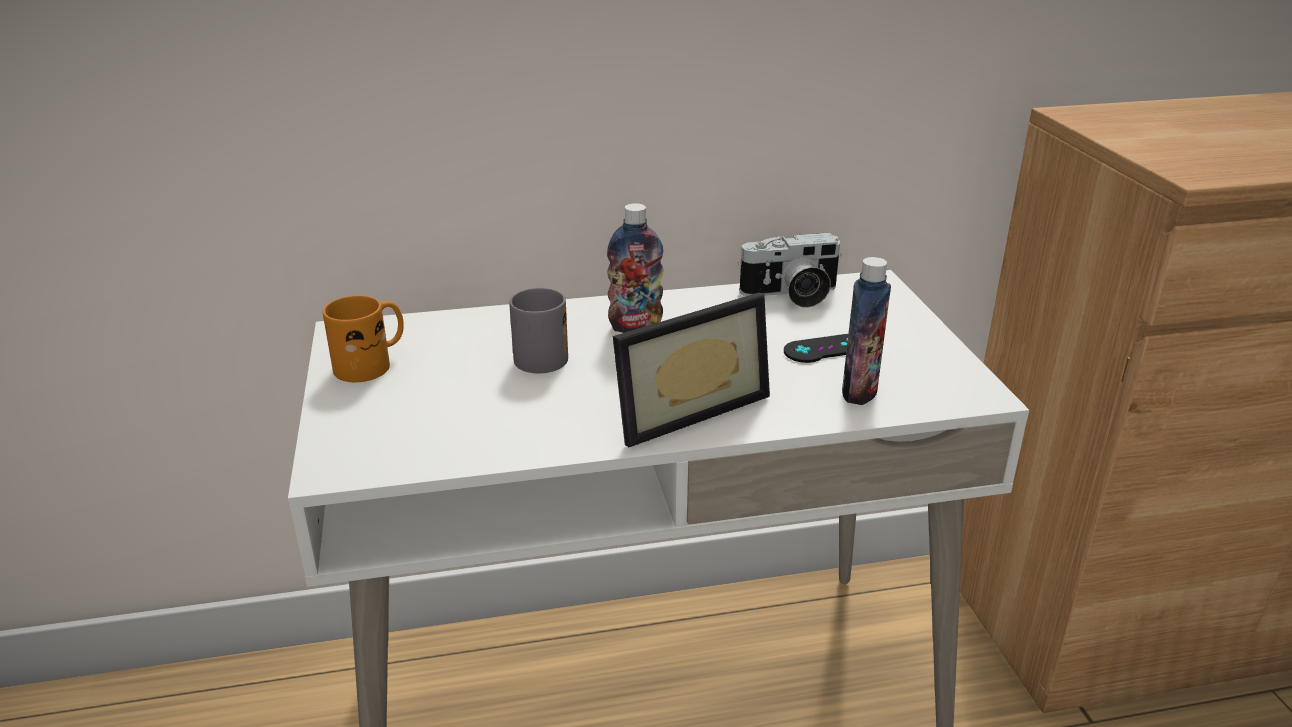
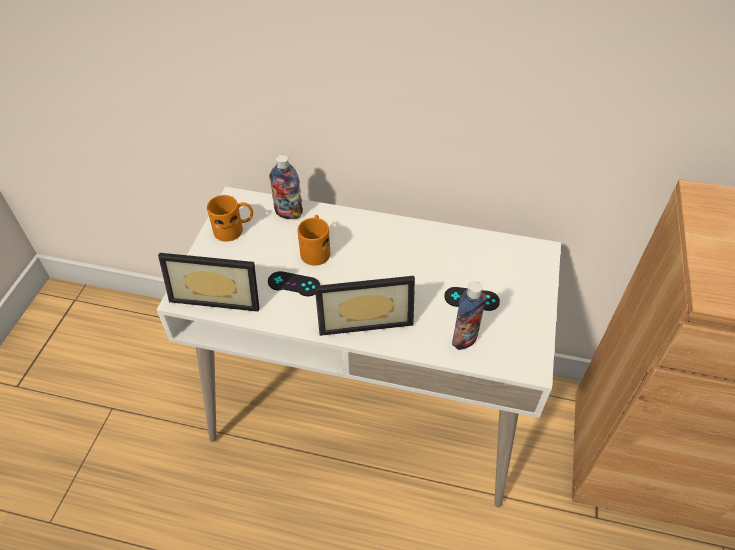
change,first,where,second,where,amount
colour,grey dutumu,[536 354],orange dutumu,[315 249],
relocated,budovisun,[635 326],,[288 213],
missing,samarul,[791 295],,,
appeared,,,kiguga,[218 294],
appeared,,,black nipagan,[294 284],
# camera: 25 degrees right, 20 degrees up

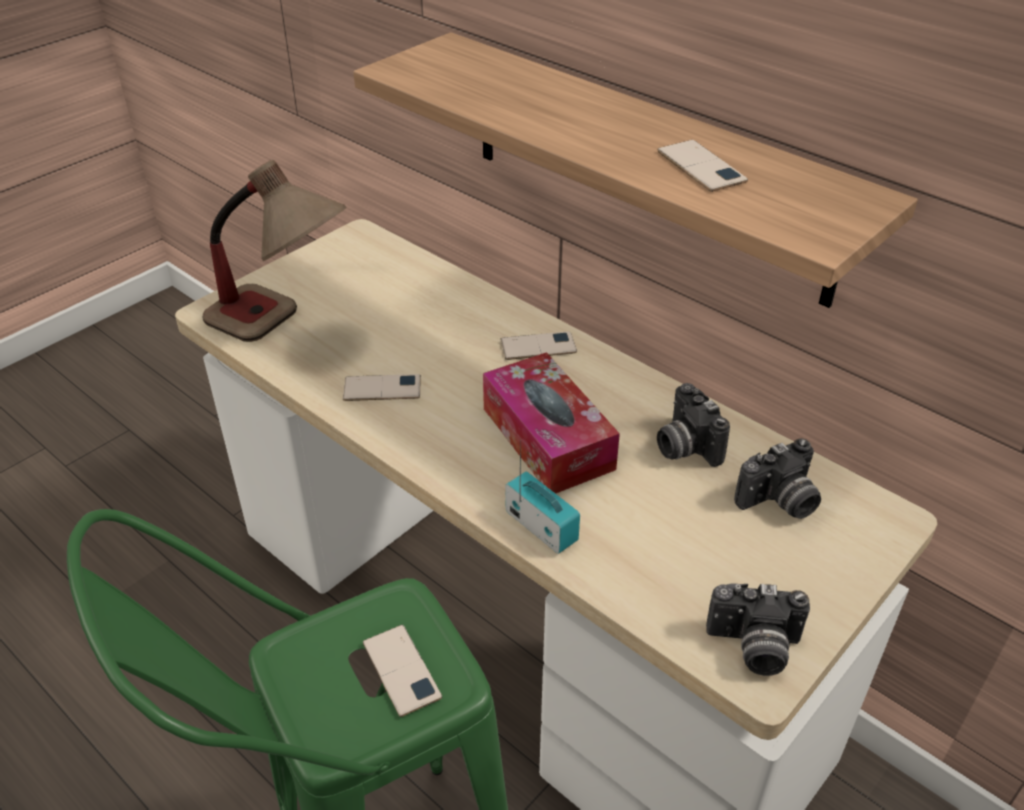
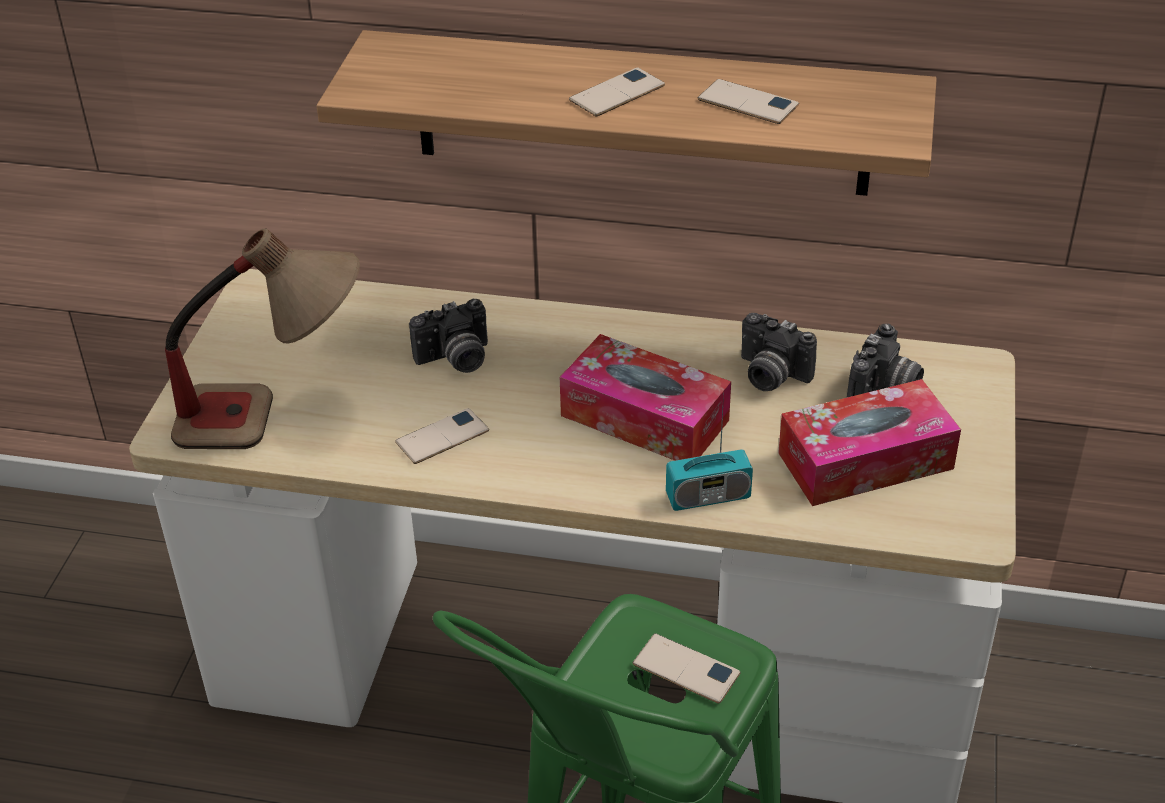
change,first,where,second,where,amount
relocated,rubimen,[538 346],,[617 93],
spun,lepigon,[541 526],,[708 496],150 degrees clockwise
relocated,samarul,[753 648],,[456 360],
appeared,,,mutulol,[865 461],
# camera: 30 degrees left, 0 degrees up

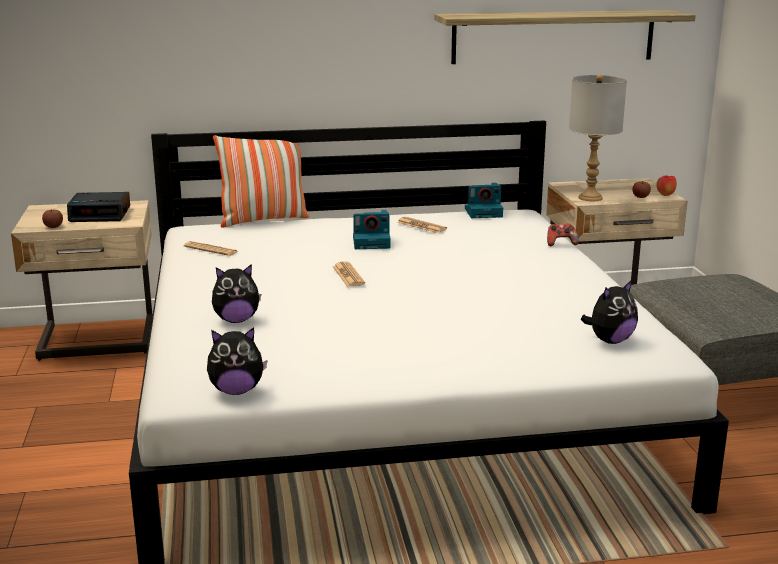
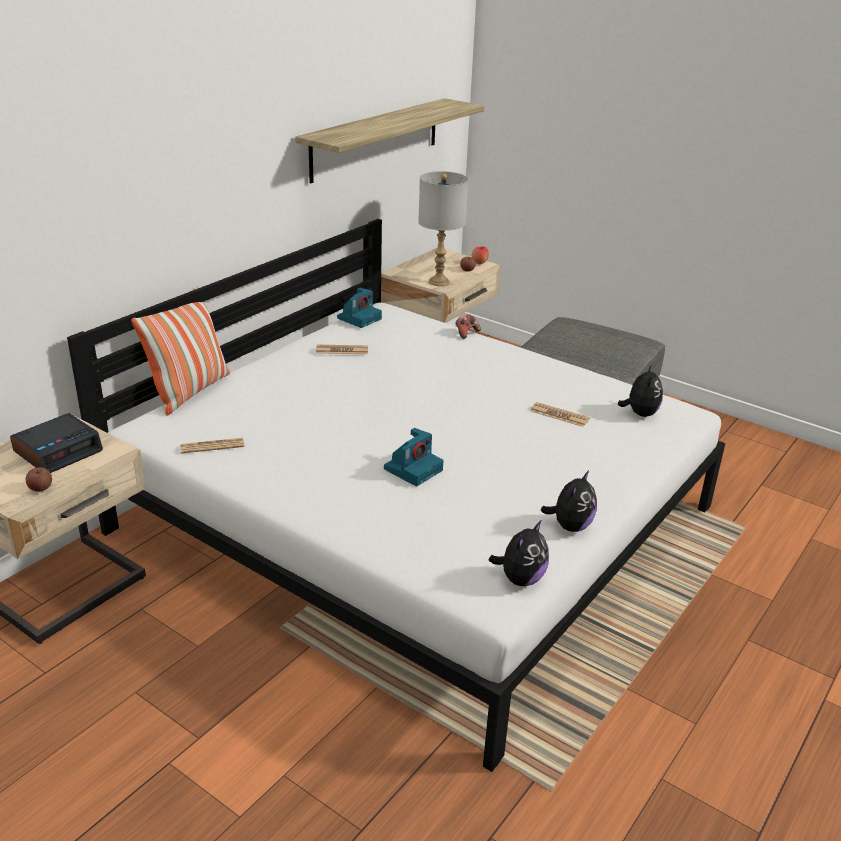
change,first,where,second,where,amount
relocated,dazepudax,[236 320],,[570 526],
relocated,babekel,[348 275],,[559 415],
relocated,samarul,[372 242],,[413 469],
# camera: 45 degrees left, 10 degrees up

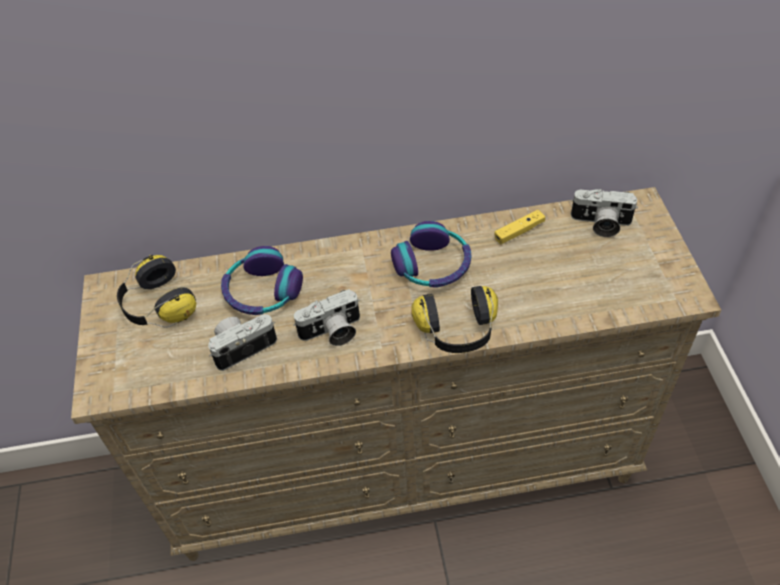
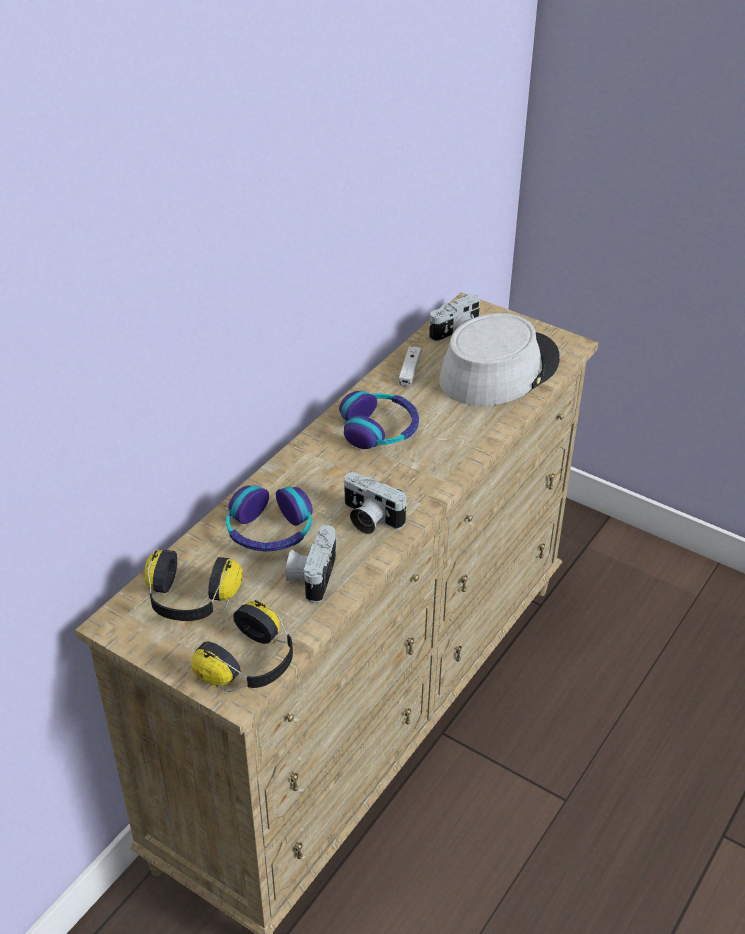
change,first,where,second,where,amount
spun,samarul,[332 332],,[369 519],105 degrees clockwise
relocated,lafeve,[458 331],,[251 664],
colour,yellow nipagan,[519 231],white nipagan,[409 371],
appeared,,,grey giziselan,[498 370],
# camera: 50 degrees left, 10 degrees down

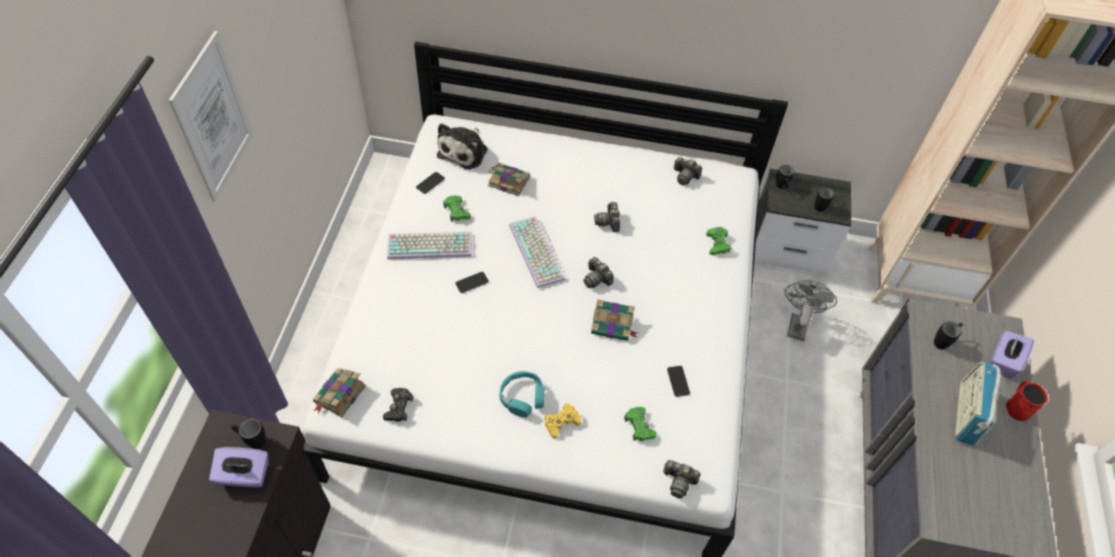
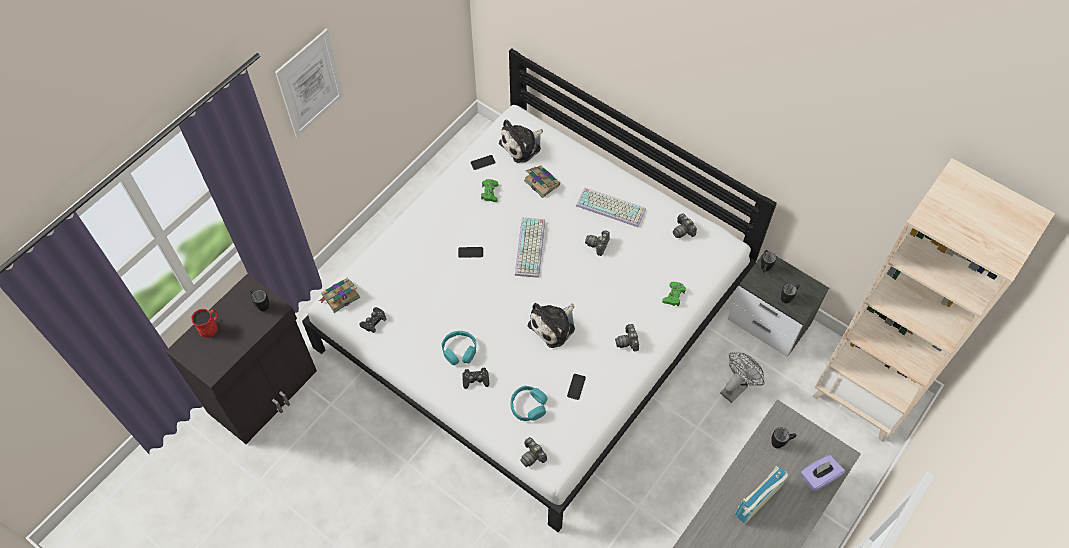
change,first,where,second,where,amount
missing,purple mutulol,[244 475],,,
relocated,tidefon,[431 245],,[612 207],
colour,yellow nipagan,[561 422],black nipagan,[475 379],
relocated,samarul,[596 279],,[628 341],
exchanged,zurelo,[613 325],dazepudax,[554 326],
exchanged,green nipagan,[639 426],turquoise lafeve,[528 406],
relocated,red dutumu,[1017 406],,[210 327],
# camera: 30 degrees right, 5 degrees up

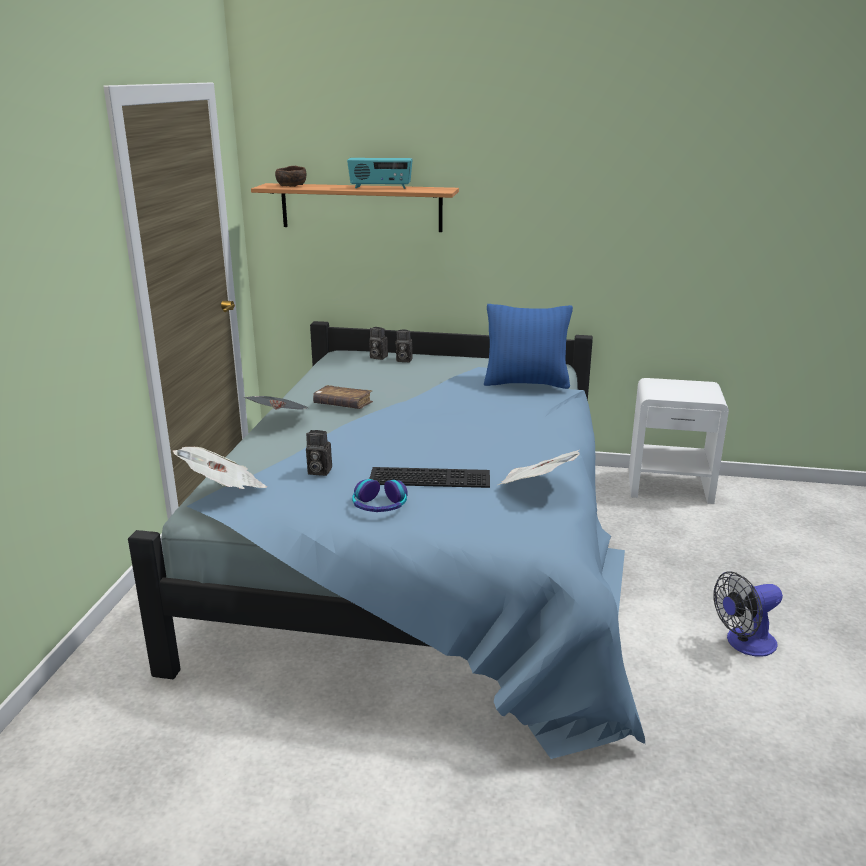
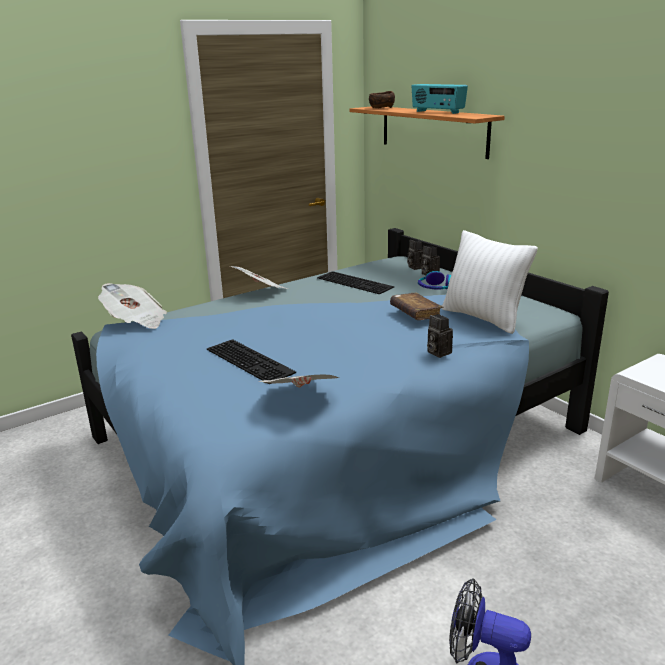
change,first,where,second,where,amount
relocated,samarul,[318 471],,[437 352],
relocated,brown zurelo,[343 405],,[415 313],
relocated,lafeve,[379 506],,[436 288],
colour,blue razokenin,[526 383],white razokenin,[483 318],
appeared,,,tidefon,[356 282],
# camera: 45 degrees right, 0 degrees up

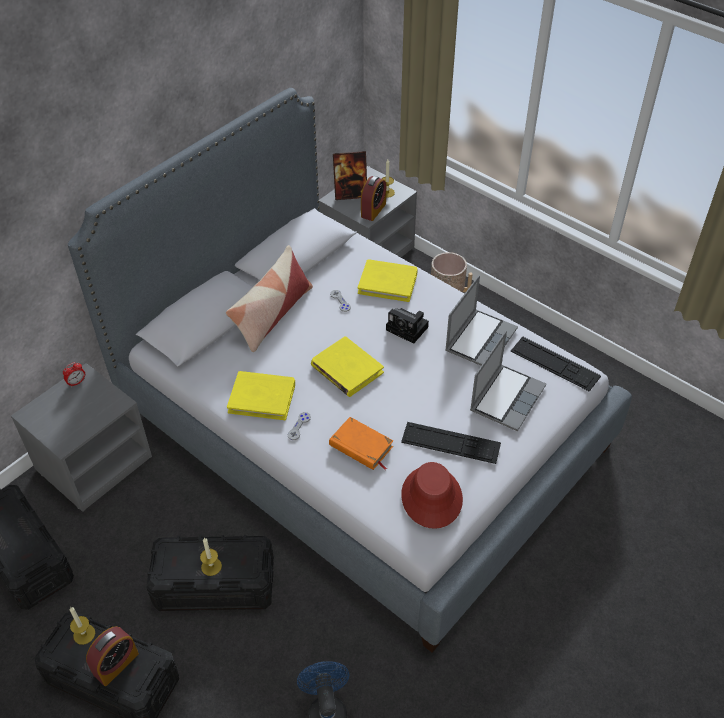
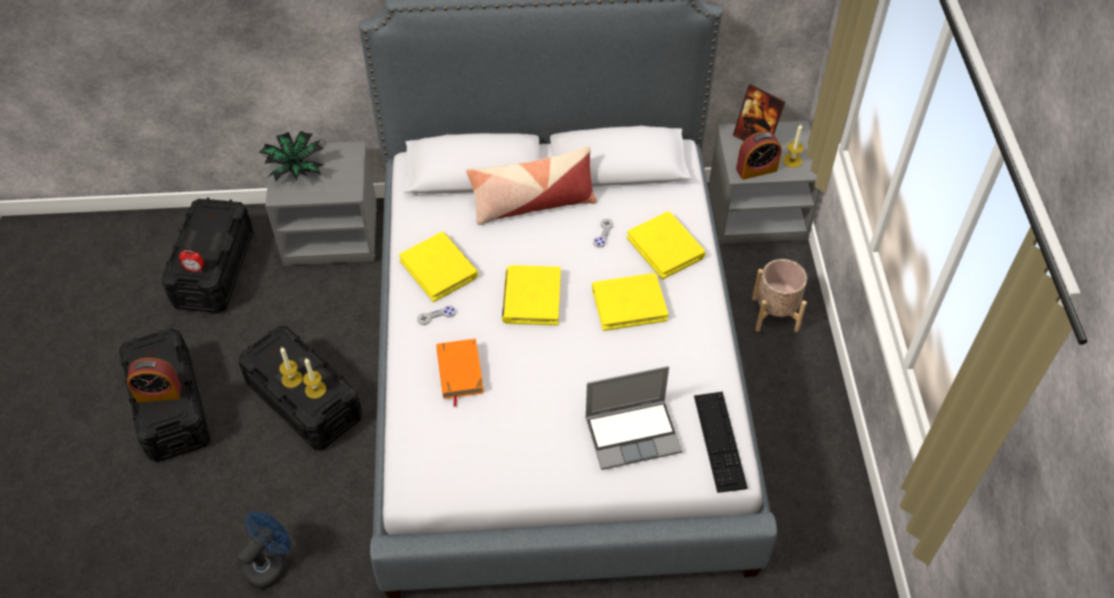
change,first,where,second,where,amount
relocated,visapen,[77 382],,[195 269],
relocated,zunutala,[84 634],,[315 389],
exchanged,samarul,[408 329],yellow zurelo,[629 303],
missing,tidefon,[450 443],,,
missing,red giziselan,[431 497],,,
missing,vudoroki,[480 339],,,
appeared,,,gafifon,[295 168],
# camera: 45 degrees right, 5 degrees up

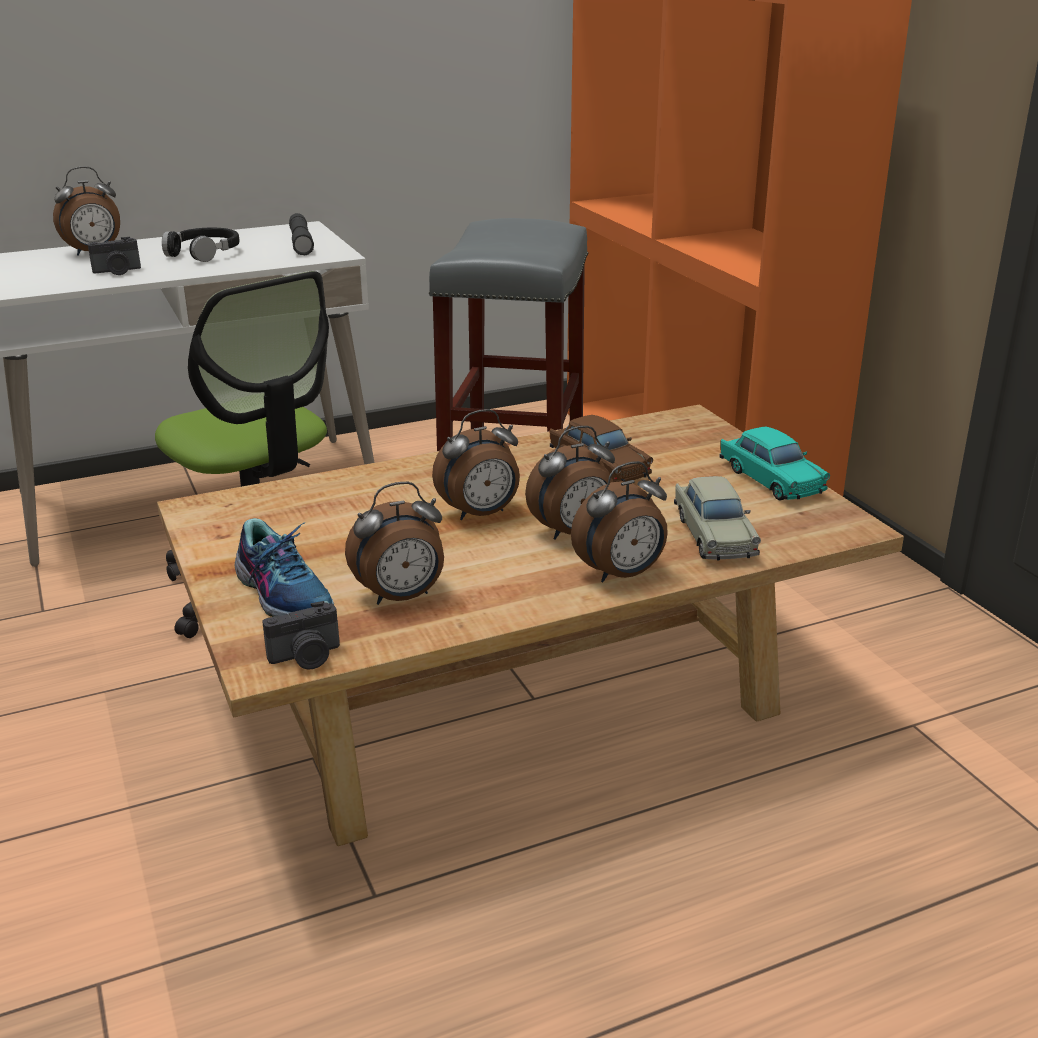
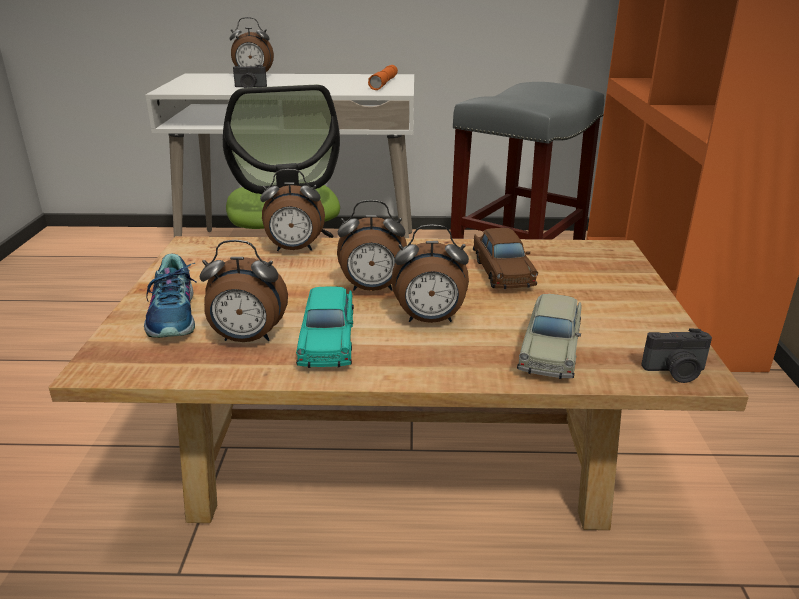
change,first,where,second,where,amount
missing,black lafeve,[204 253],,,
relocated,samarul,[306 657],,[675 372],
colour,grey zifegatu,[301 242],orange zifegatu,[384 83],
relocated,visapen,[621 574],,[294 250],
relocated,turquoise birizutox,[771 479],,[328 340],
# camera: 25 degrees right, 0 degrees up

